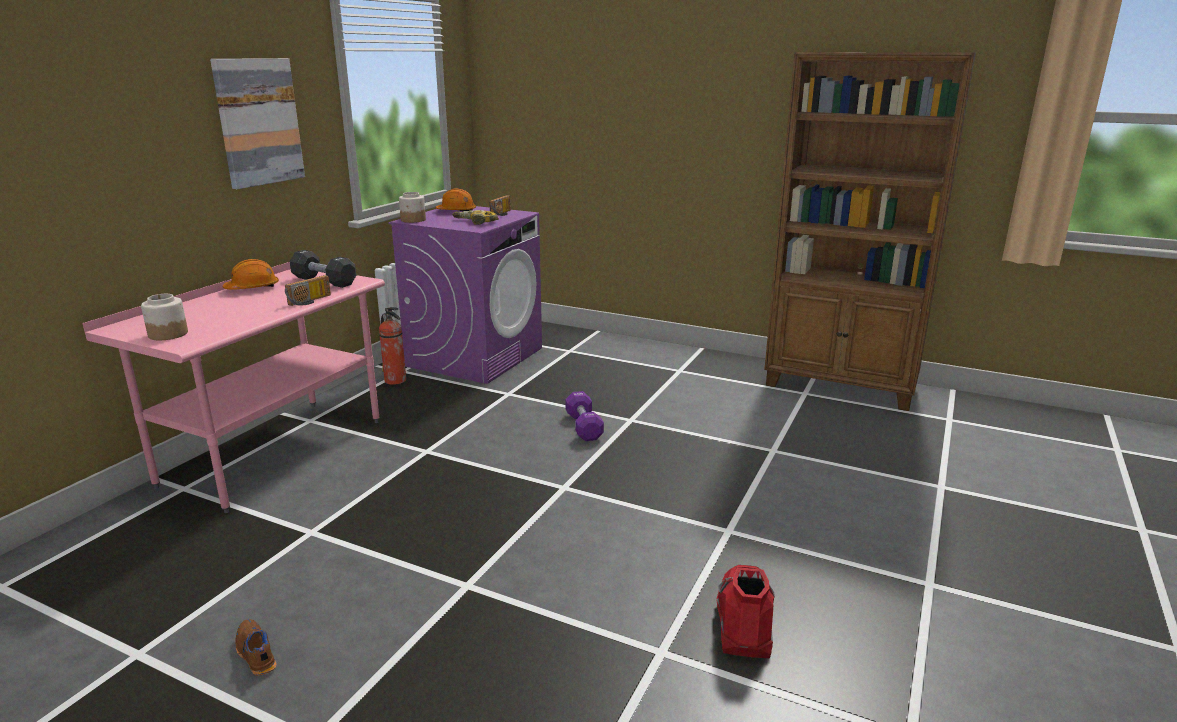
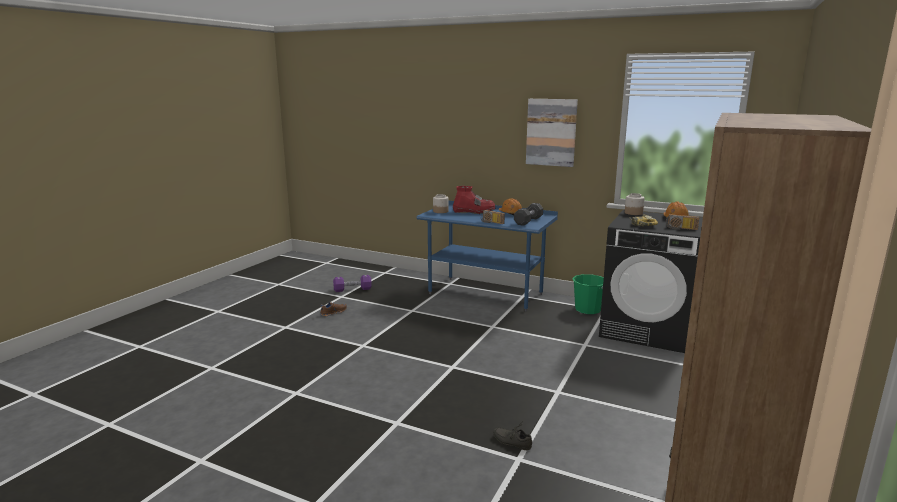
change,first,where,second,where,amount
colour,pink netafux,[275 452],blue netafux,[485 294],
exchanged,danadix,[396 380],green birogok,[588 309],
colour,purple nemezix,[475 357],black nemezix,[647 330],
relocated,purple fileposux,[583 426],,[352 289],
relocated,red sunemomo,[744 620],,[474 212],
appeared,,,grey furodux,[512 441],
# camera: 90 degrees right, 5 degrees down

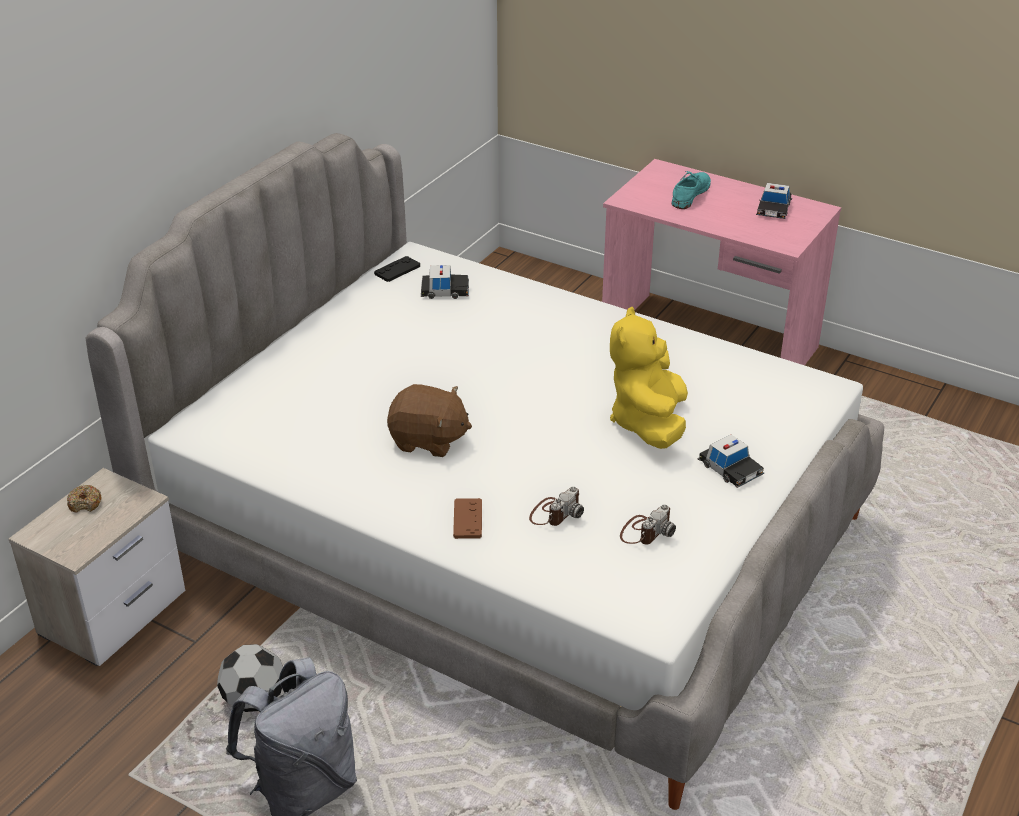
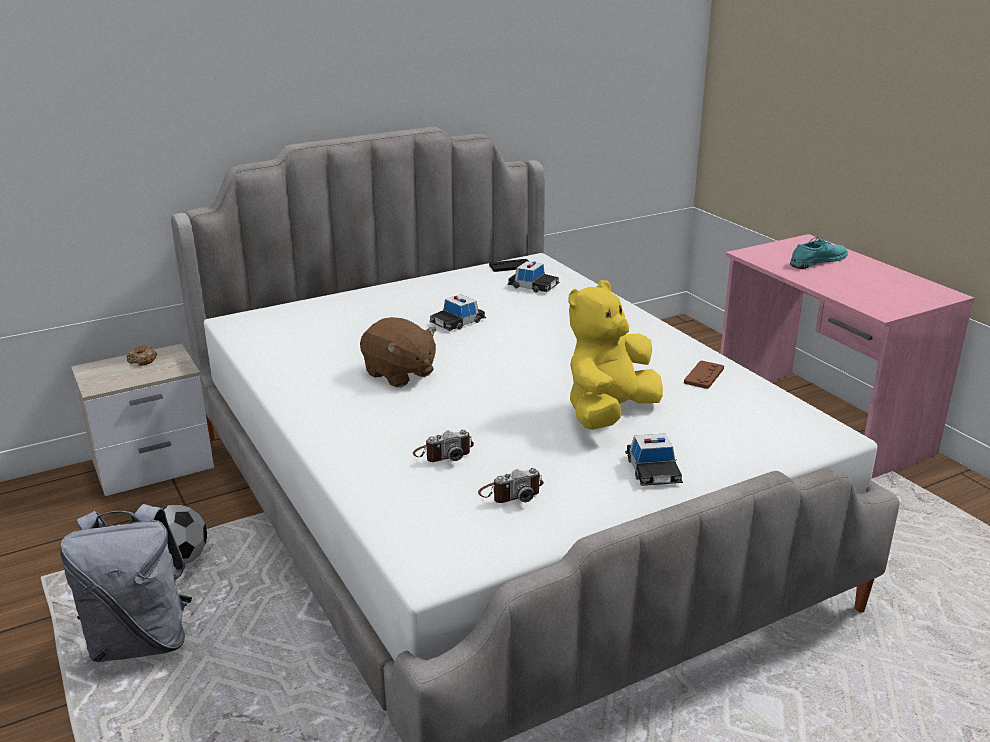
change,first,where,second,where,amount
relocated,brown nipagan,[467 519],,[704 376],
relocated,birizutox,[773 208],,[457 322],
# camera: 30 degrees right, 10 degrees down

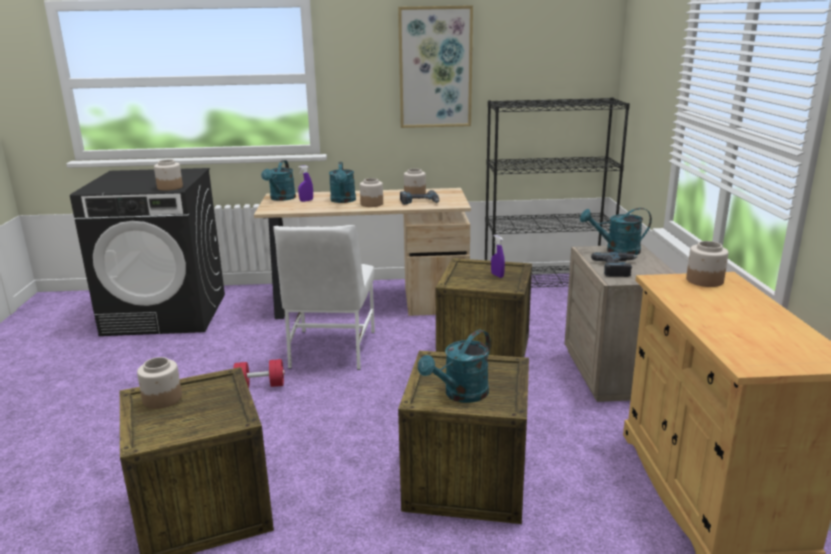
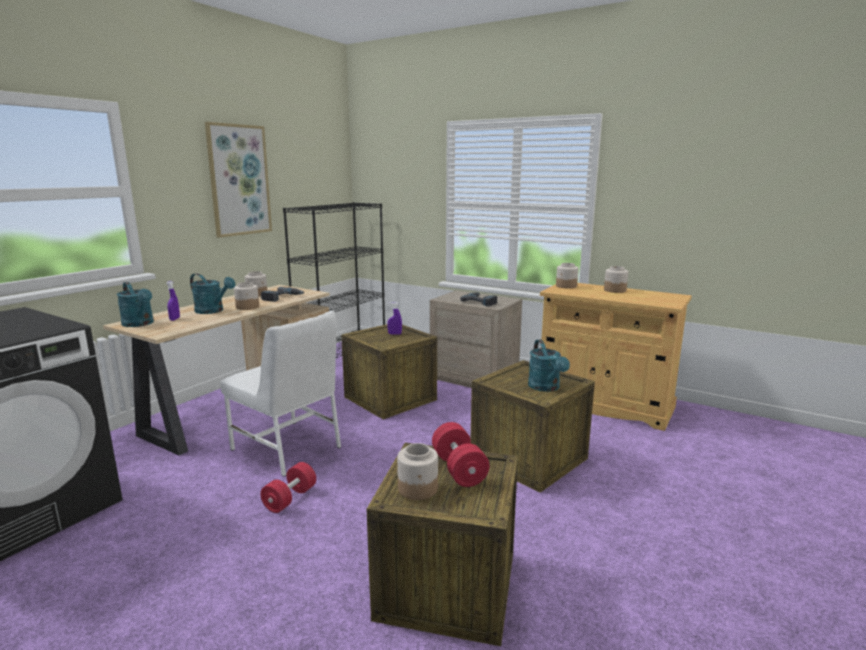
change,first,where,second,where,amount
relocated,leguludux,[170 187],,[614 290],
missing,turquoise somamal,[616 251],,,
appeared,,,red fileposux,[459 469],
# camera: 55 degrees left, 5 degrees down

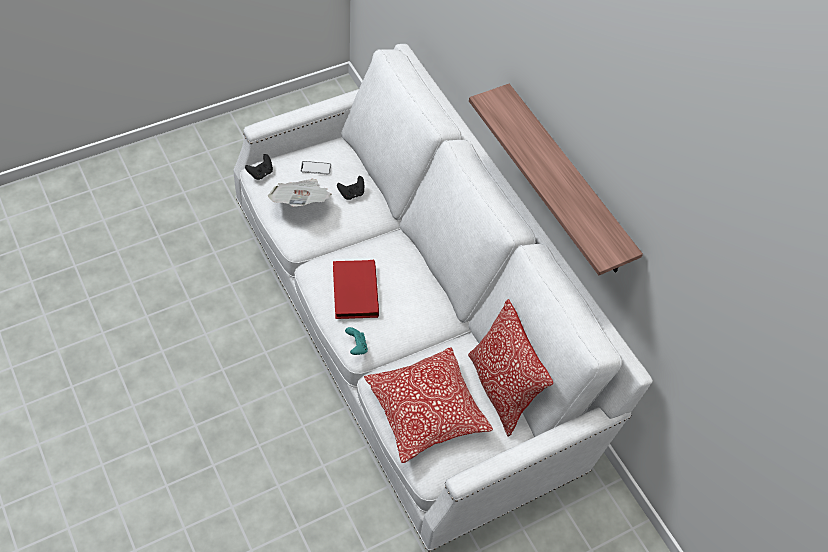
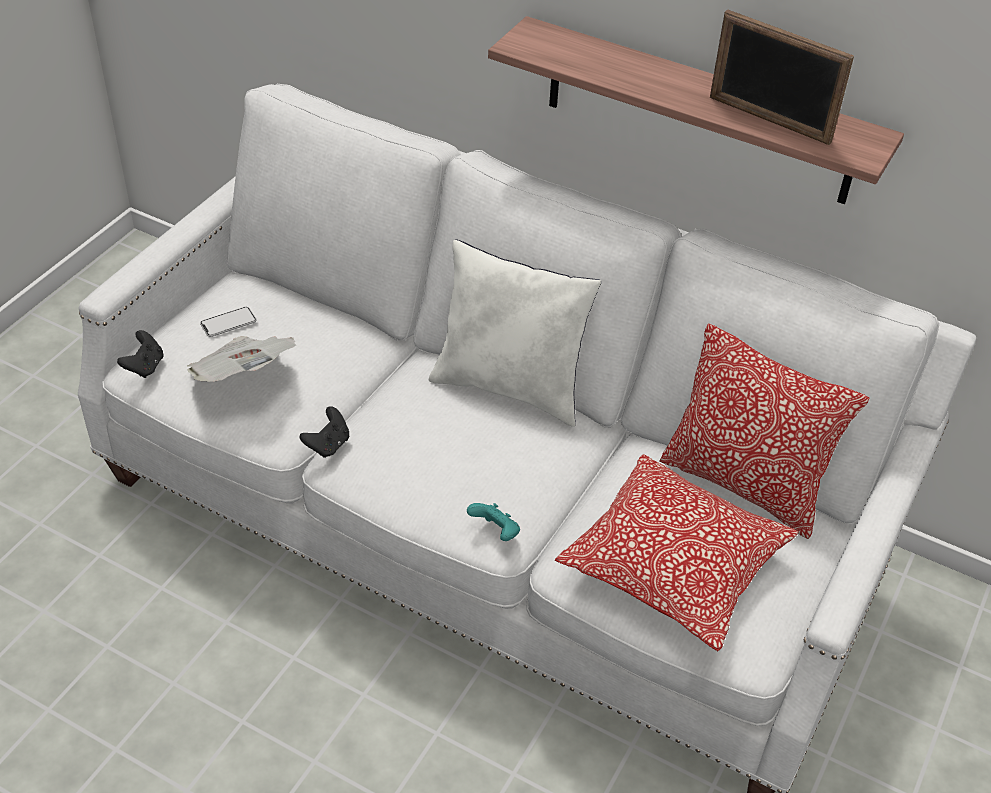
change,first,where,second,where,amount
missing,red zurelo,[353 291],,,
relocated,black nipagan,[352 194],,[328 445],
appeared,,,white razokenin,[511 387],
appeared,,,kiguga,[768 120],
# camera: 30 degrees left, 10 degrees down

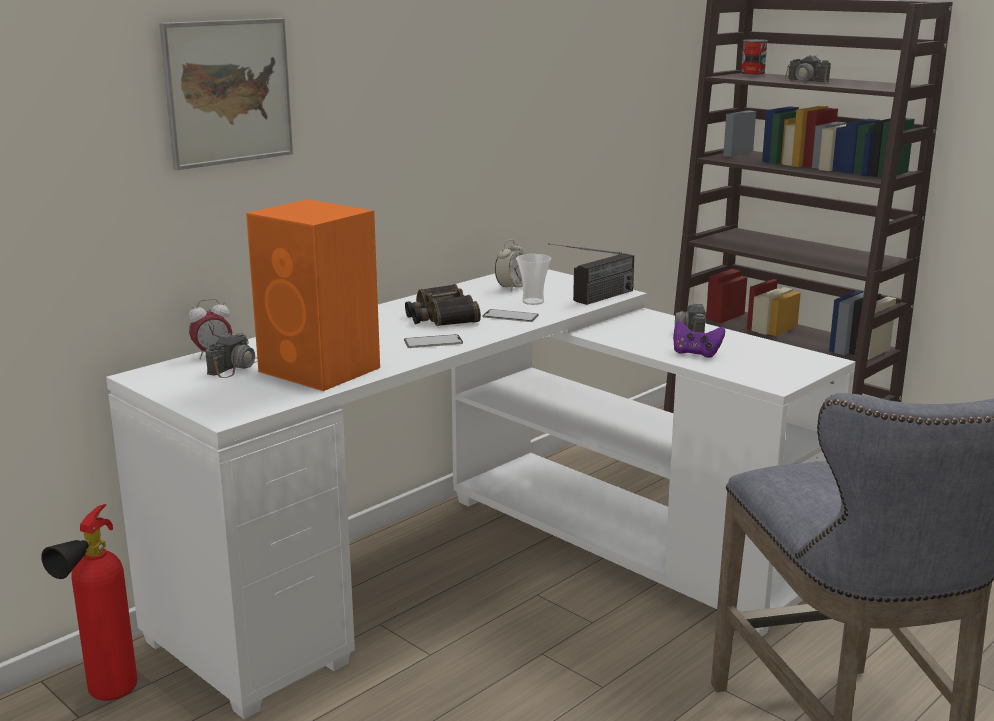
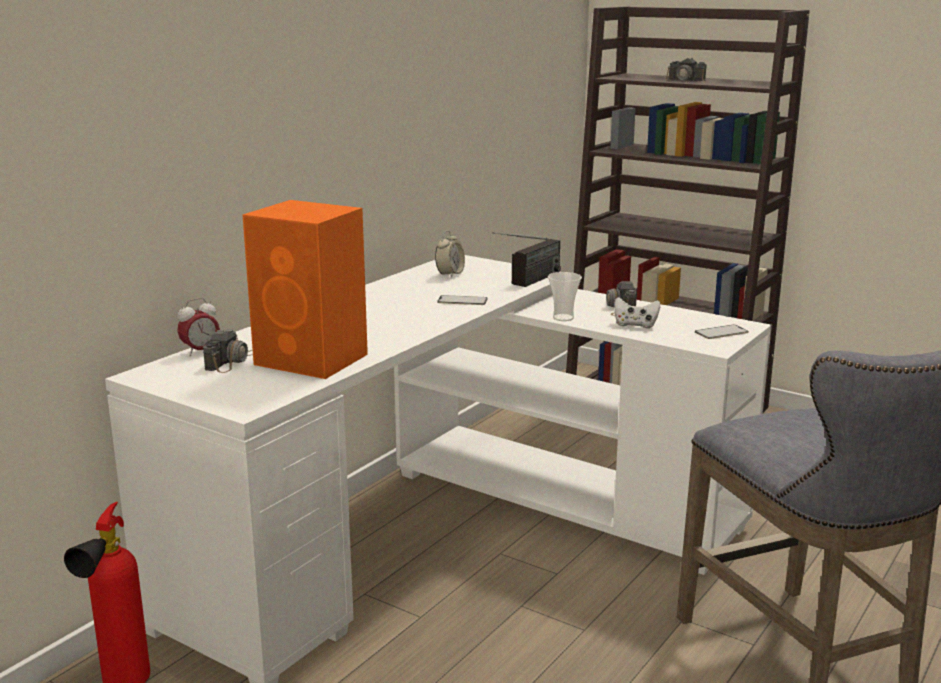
change,first,where,second,where,amount
missing,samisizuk,[228 92],,,
relocated,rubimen,[433 342],,[721 332],
missing,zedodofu,[440 316],,,
relocated,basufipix,[533 301],,[563 318],
colour,purple nipagan,[696 353],white nipagan,[635 325],
missing,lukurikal,[752 74],,,
# camera: 10 degrees left, 0 degrees up

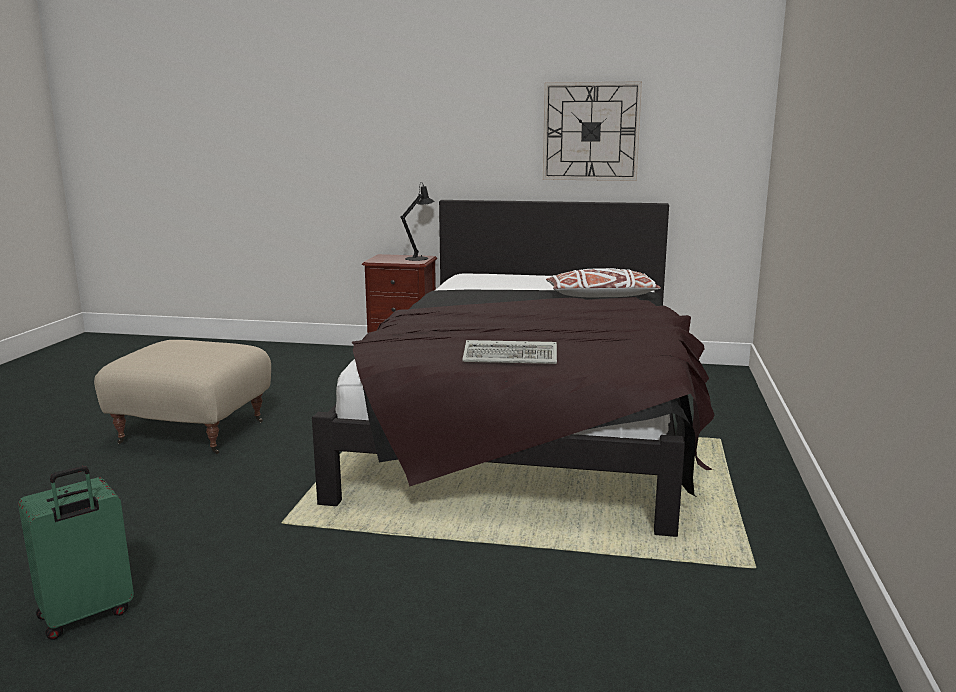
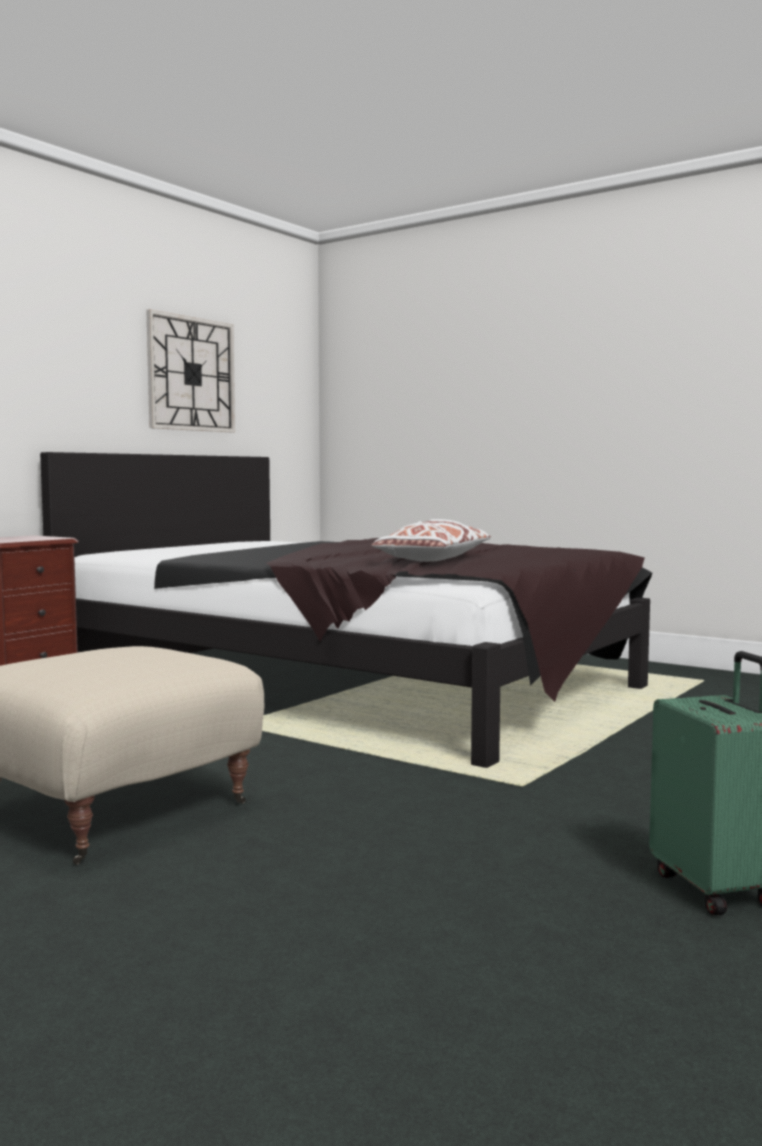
change,first,where,second,where,amount
missing,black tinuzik,[419 258],,,
missing,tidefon,[512 357],,,
relocated,white razokenin,[601 296],,[434 559],
# camera: 65 degrees left, 10 degrees down

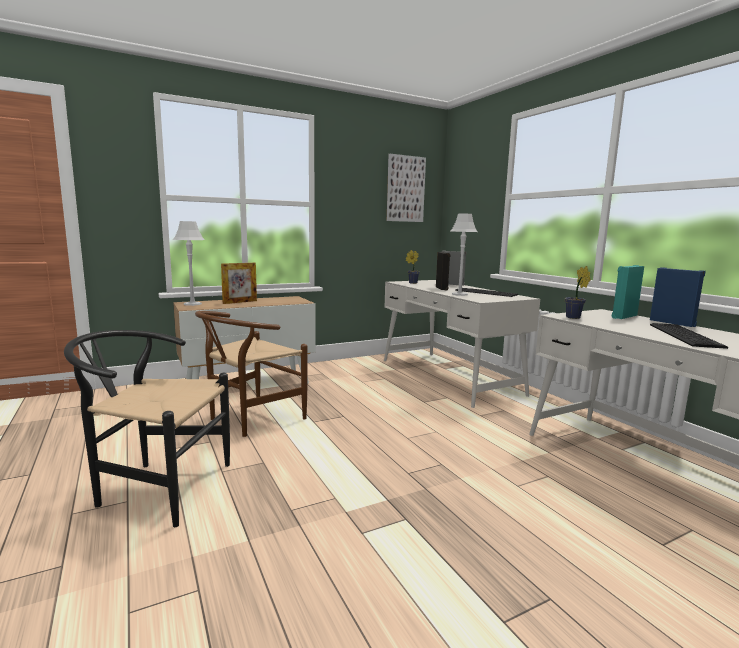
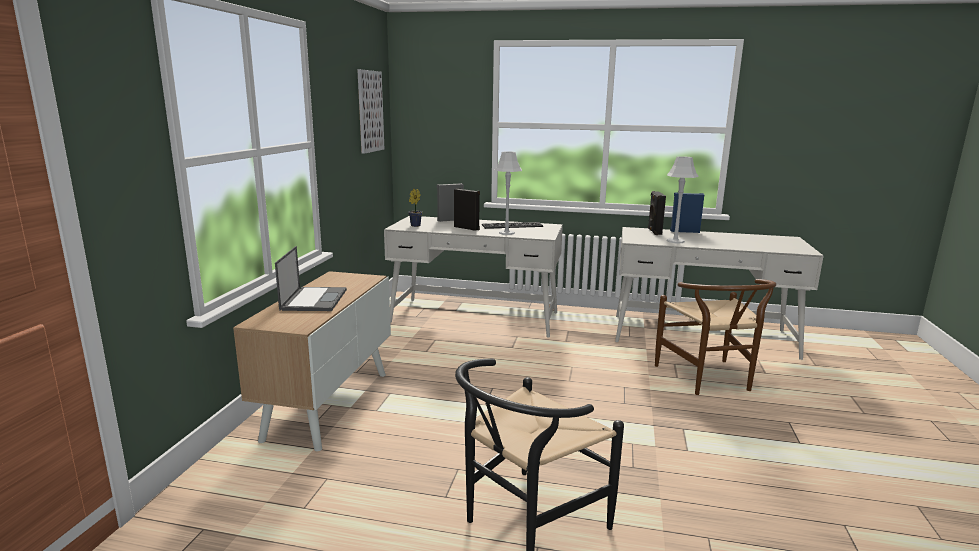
change,first,where,second,where,amount
relocated,grey tinuzik,[192 304],,[675 241],
relocated,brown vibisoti,[249 419],,[709 380],
exchanged,kiguga,[240 302],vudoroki,[314 299],
missing,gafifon,[574 318],,,
colour,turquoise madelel,[623 316],black madelel,[654 232],
missing,tidefon,[686 335],,,
# camera: 50 degrees left, 5 degrees up

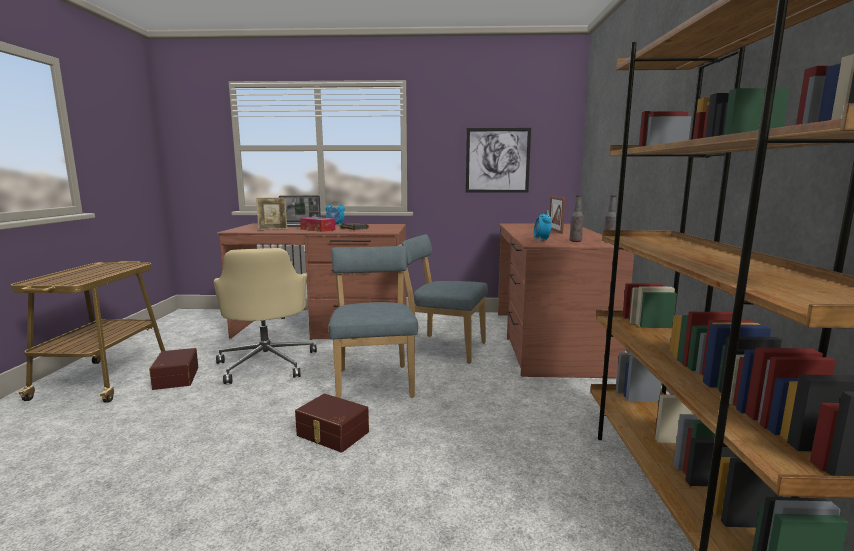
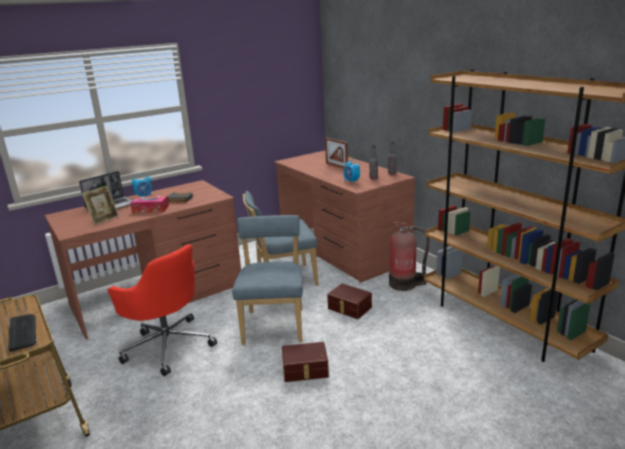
change,first,where,second,where,amount
relocated,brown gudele,[175 378],,[349 308],
colour,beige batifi,[267 363],red batifi,[168 345],
spun,blue vibisoti,[374 381],,[274 324],45 degrees clockwise
missing,samisizuk,[497 160],,,
appeared,,,tidefon,[23 332],
appeared,,,danadix,[405 284],
# camera: 35 degrees left, 10 degrees up

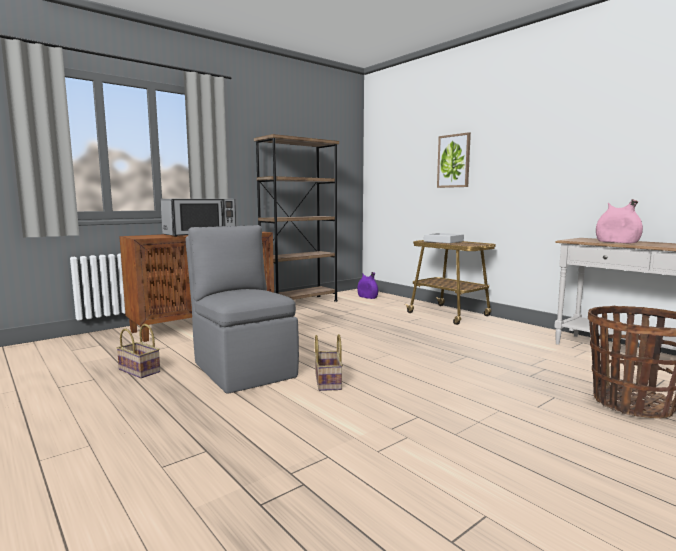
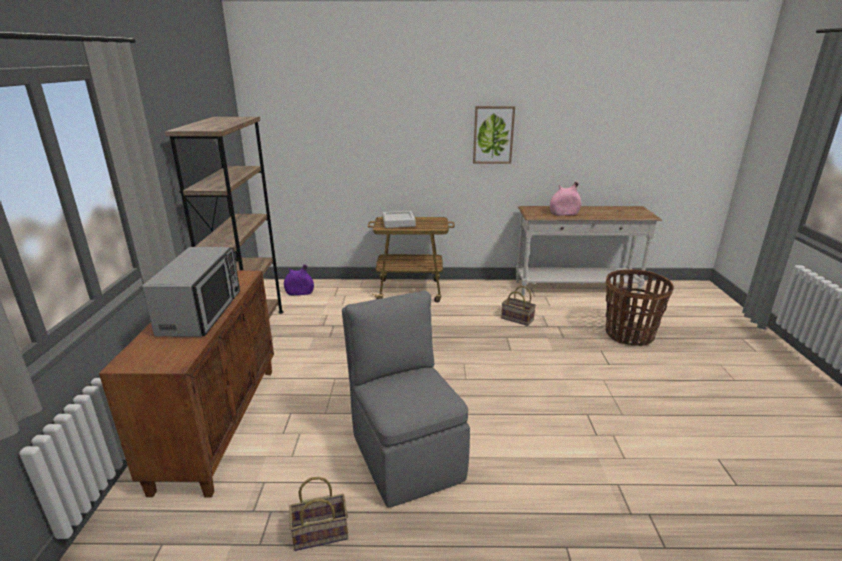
change,first,where,second,where,amount
spun,grey vibisoti,[243 369],,[406 454],60 degrees clockwise
relocated,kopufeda,[327 381],,[516 319],
relocated,samisizuk,[454 161],,[493 135],
# camera: 50 degrees left, 15 degrees up

